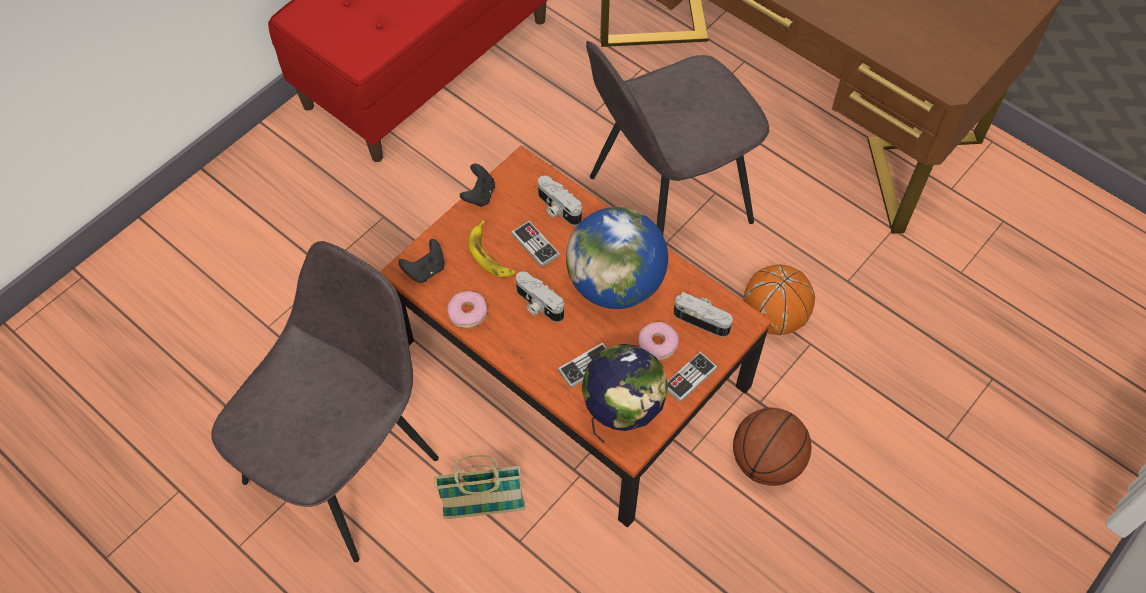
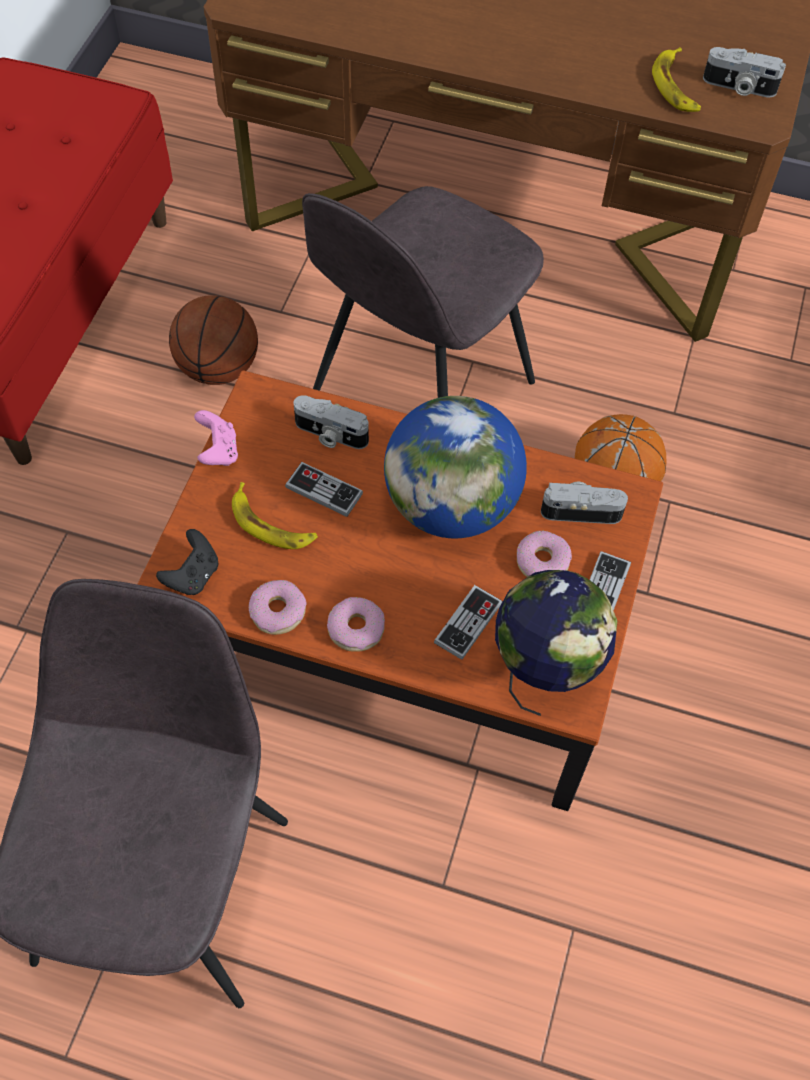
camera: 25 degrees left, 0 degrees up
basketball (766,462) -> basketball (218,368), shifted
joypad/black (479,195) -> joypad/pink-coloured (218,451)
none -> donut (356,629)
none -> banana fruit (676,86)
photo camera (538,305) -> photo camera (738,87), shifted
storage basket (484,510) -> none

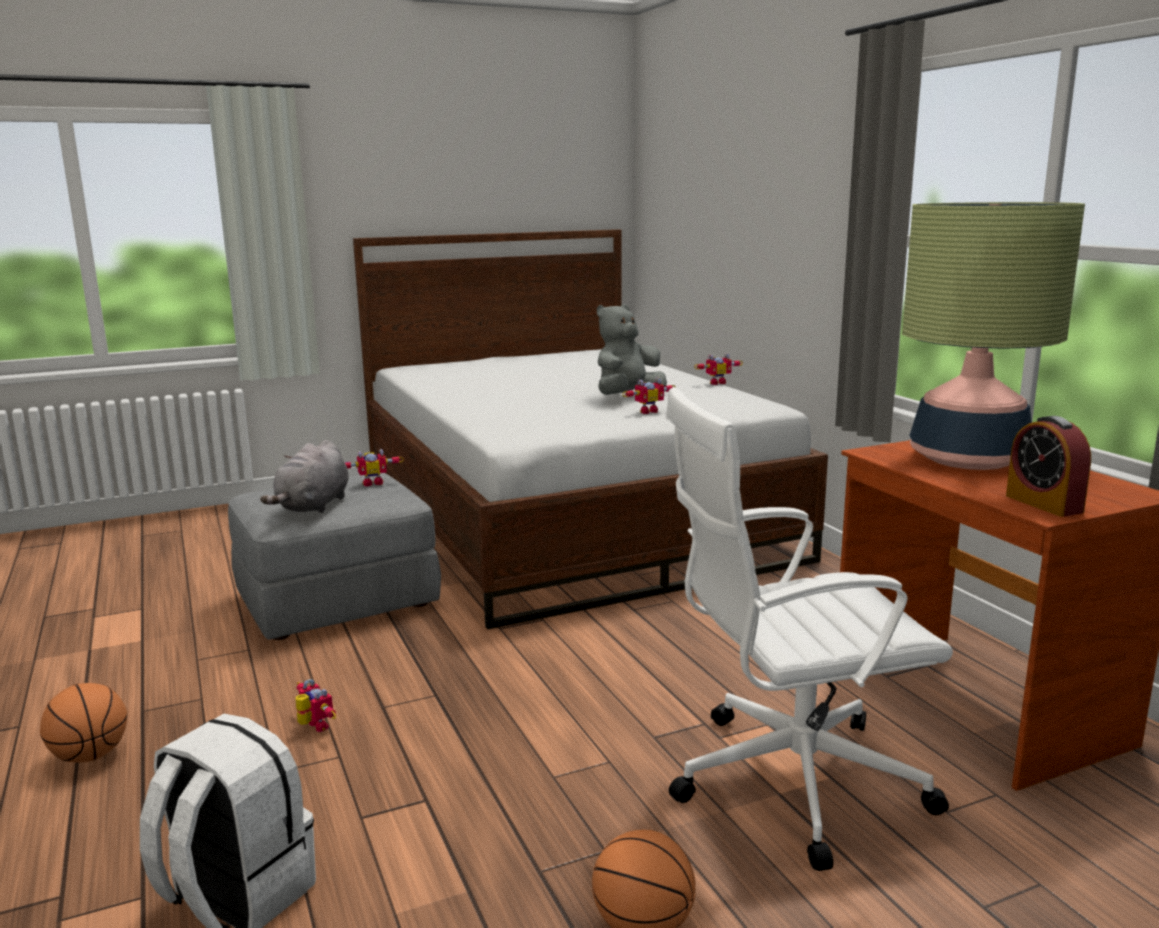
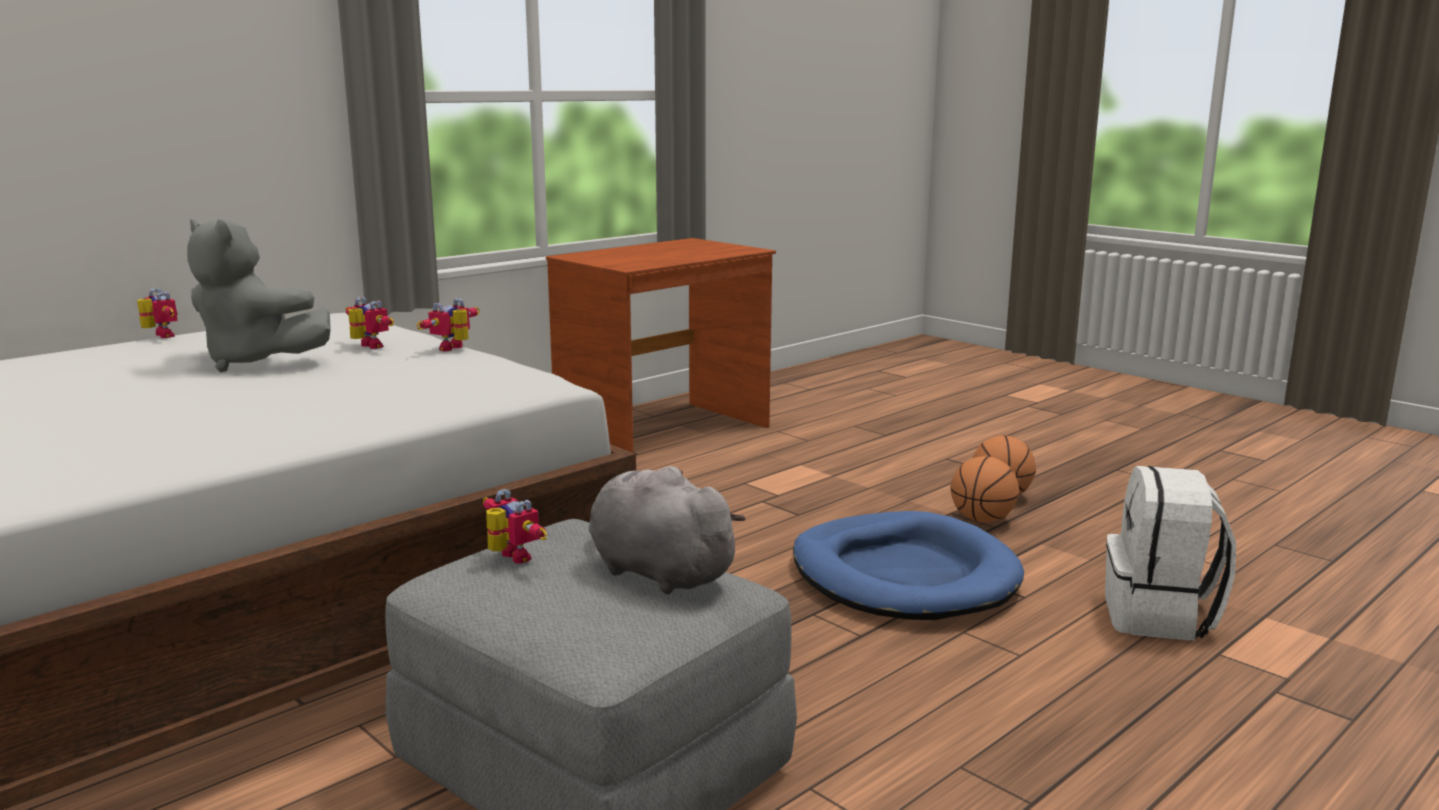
camera: 110 degrees left, 0 degrees up
model robot (313,727) -> model robot (455,349), shifted
cuddly toy/greyish (313,506) -> cuddly toy/greyish (657,572), 135 degrees counterclockwise
none -> dog bed/blue (903,575)
basketball (90,756) -> basketball (982,520), shifted
office chair/white-coloured (790,781) -> none
tabletop lamp (968,458) -> none
table clock (1043,504) -> none

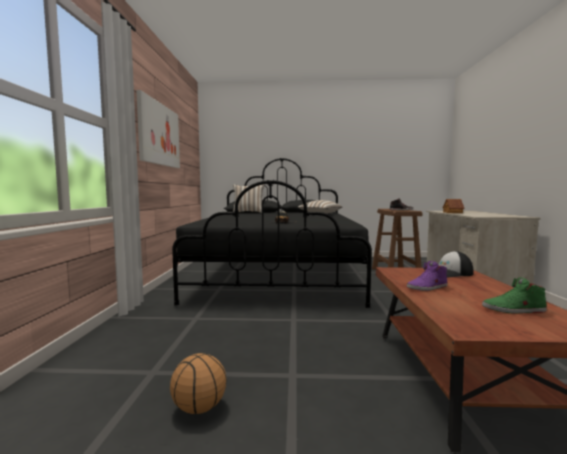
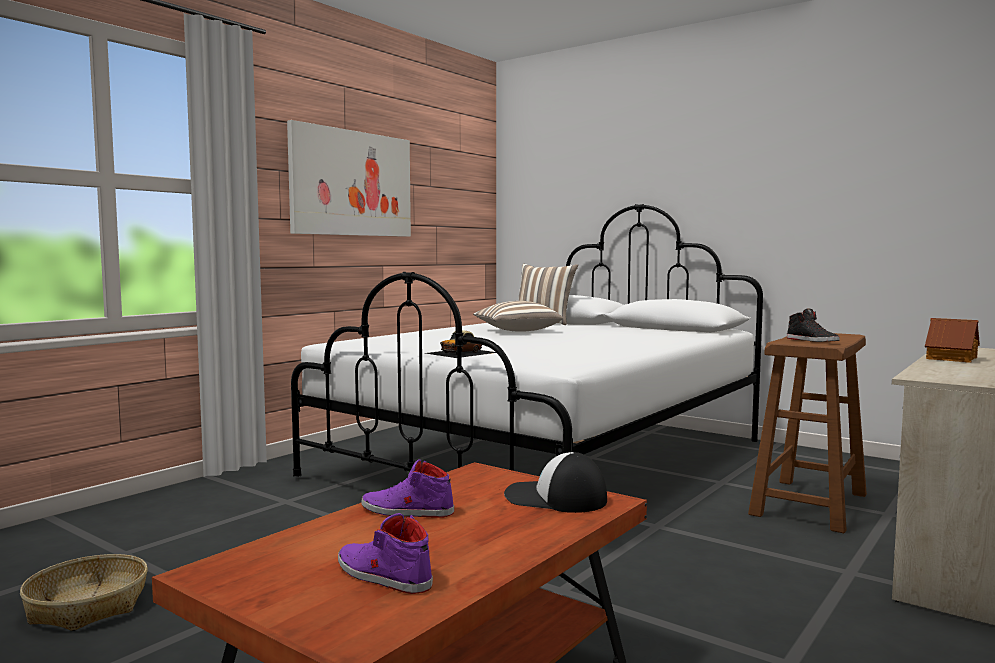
camera: 35 degrees right, 0 degrees up
basketball (198,408) -> storage basket (87,606)
bedroom bed/black (278,275) -> bedroom bed/white-coloured (547,458)
item of footwear/green (514,310) -> item of footwear/purplish (382,576)
pillow (319,214) -> pillow (516,331), shifted

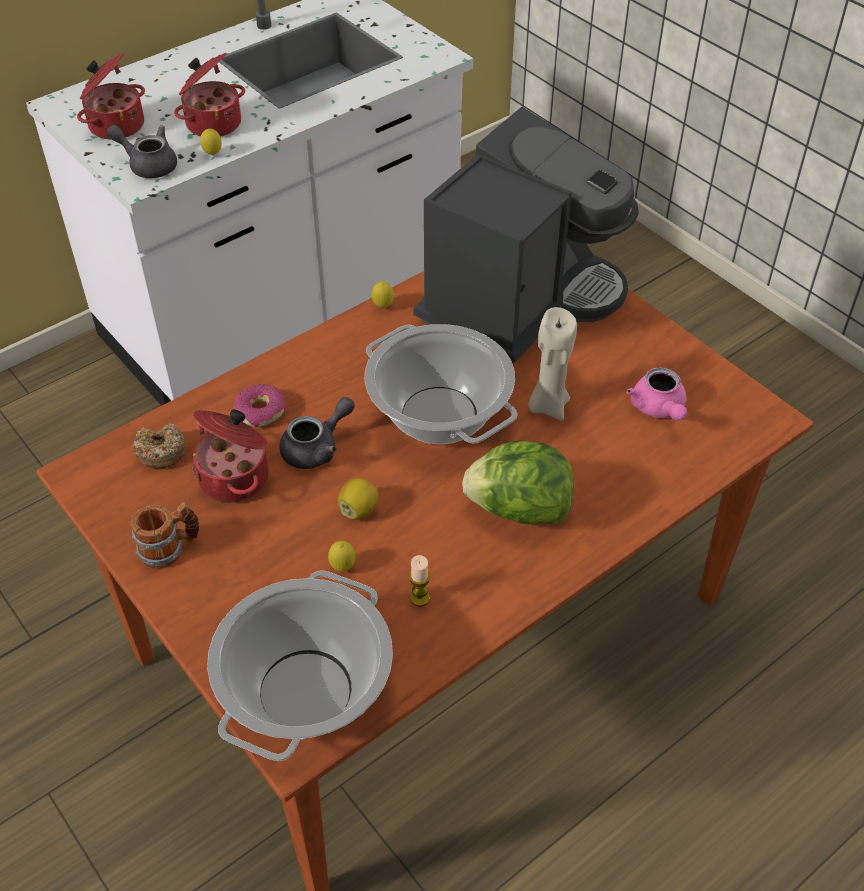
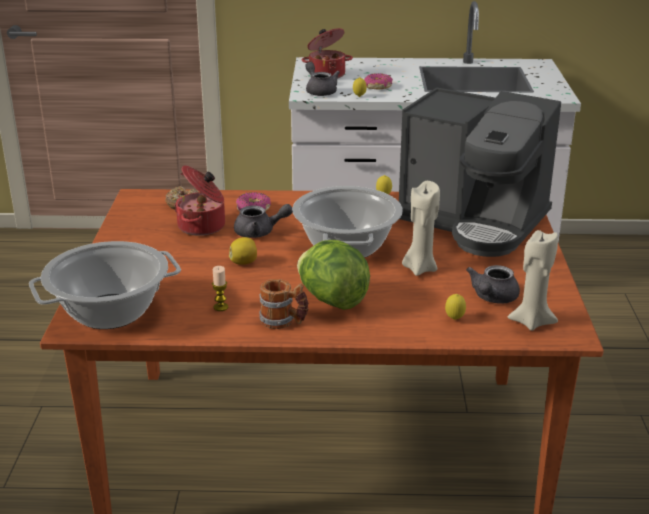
camera: 40 degrees right, 20 degrees down
mug (170,548) -> mug (283,322), shifted
cooking pot (213,123) -> donut (378,86)
coffee brewer (520,299) -> coffee brewer (474,222), 45 degrees clockwise
citrus fruit (342,568) -> citrus fruit (454,319), shifted
tea pot/pink-coloured (659,409) -> tea pot/greyish (492,298)
none -> candle/sand-coloured (531,321)

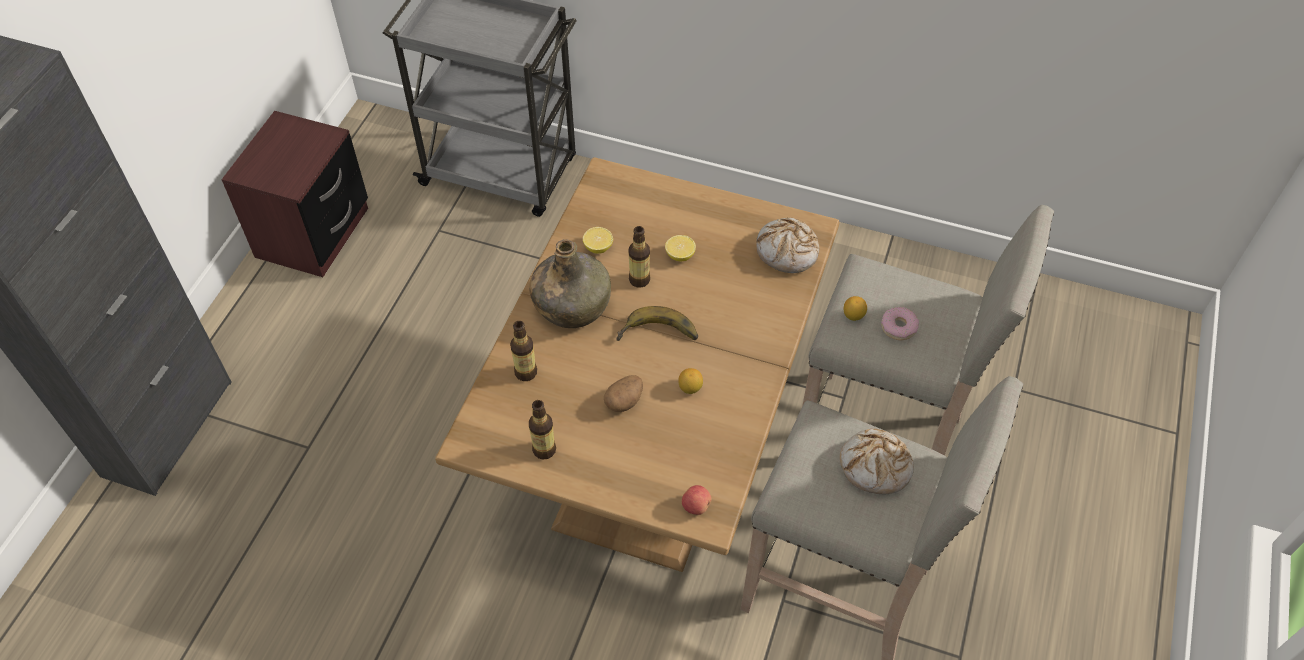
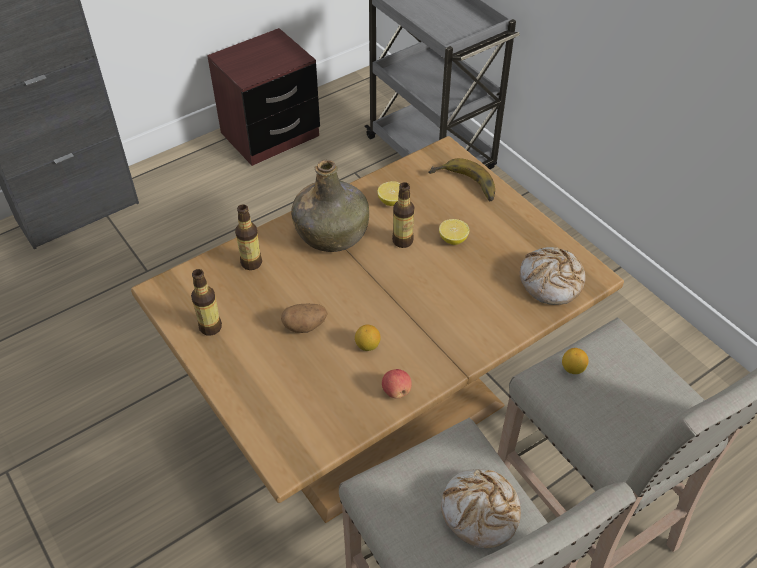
camera: 35 degrees right, 5 degrees down
apple (695,506) -> apple (396,391), shifted
banana fruit (658,336) -> banana fruit (463,186), shifted
donut (898,327) -> none

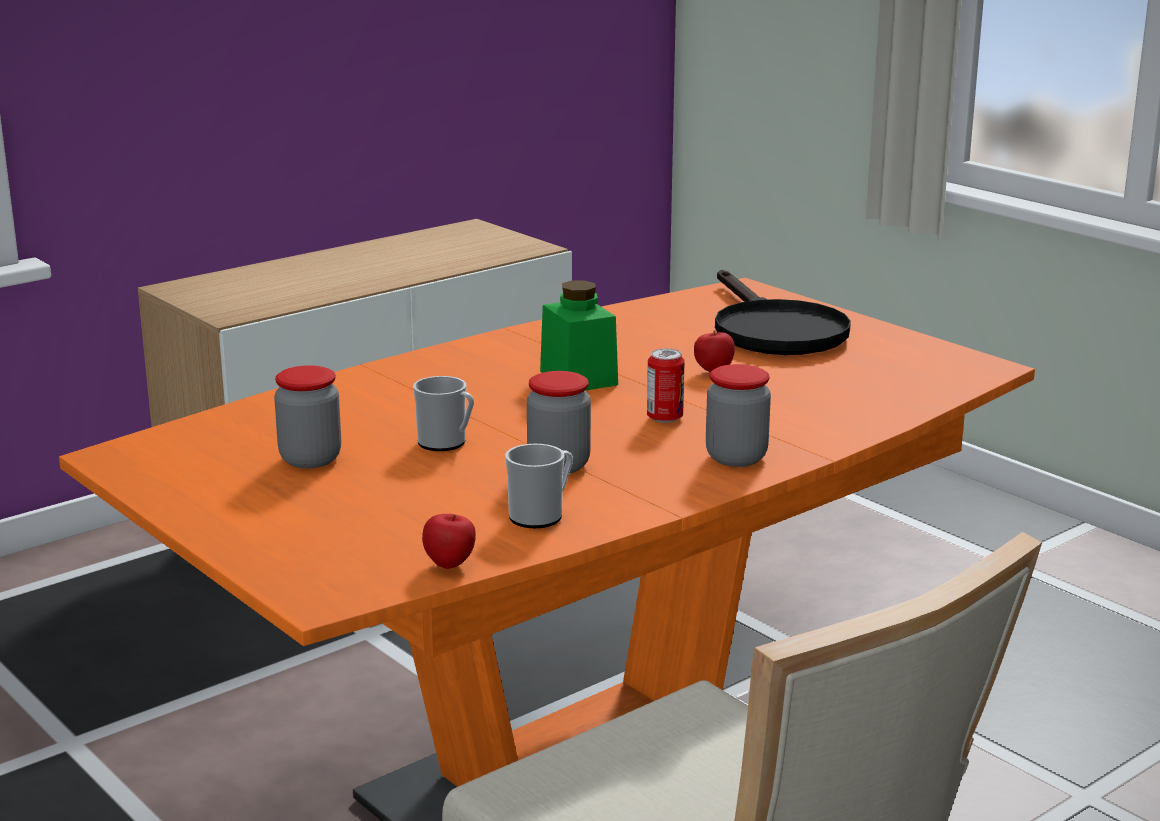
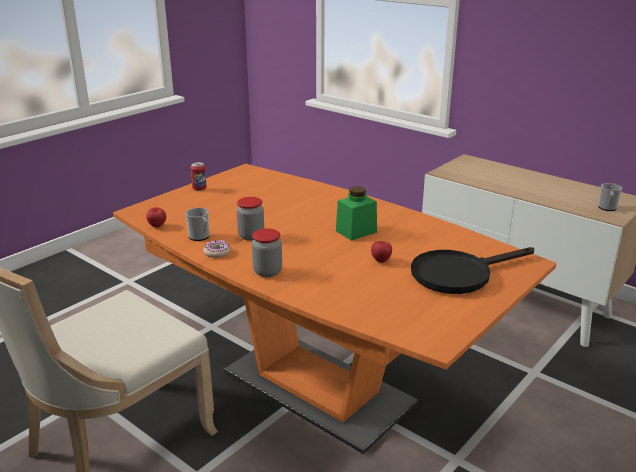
camera: 80 degrees right, 5 degrees up
can (664,418) -> can (199,189), shifted
none -> donut (217,252)
mug (446,443) -> mug (607,208), shifted
preserve jar (310,459) -> none

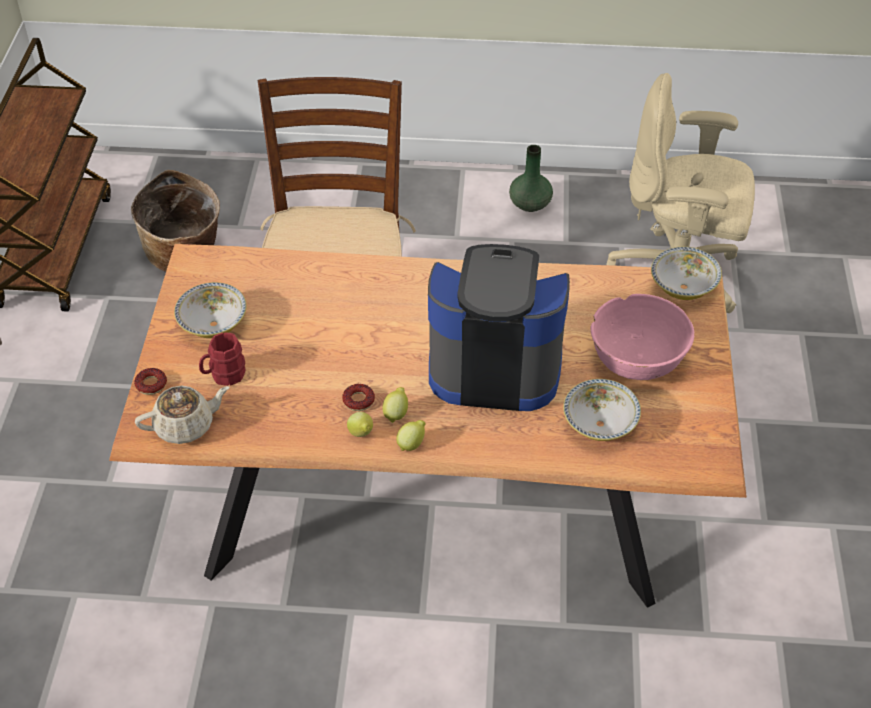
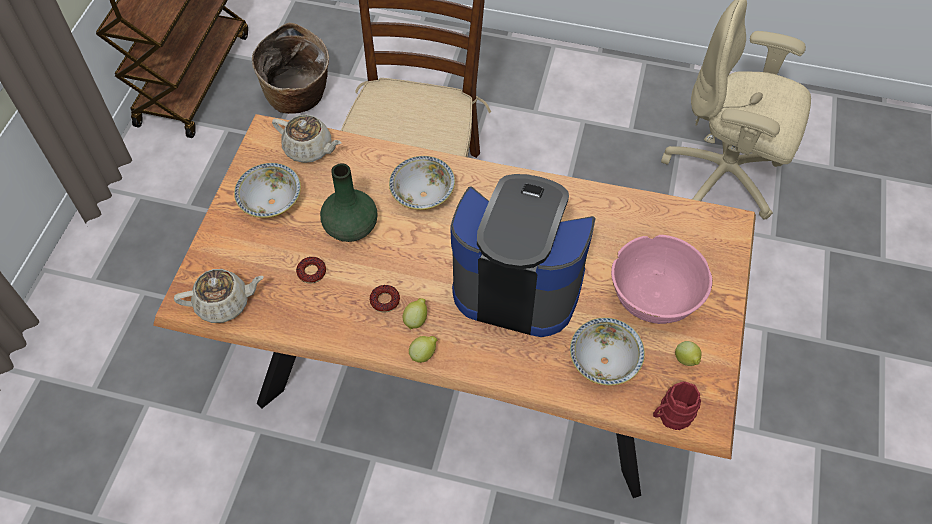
camera: 10 degrees right, 10 degrees up
none -> tea pot/sand-coloured (309,149)
donut (151,384) -> donut (311,272), shifted
flower vase/green (530,204) -> flower vase/green (351,227), shifted
bowl (683,288) -> bowl (422,195), shifted
mug/red-coloured (223,375) -> mug/red-coloured (671,416), shifted
citrus fruit (361,434) -> citrus fruit (686,360), shifted

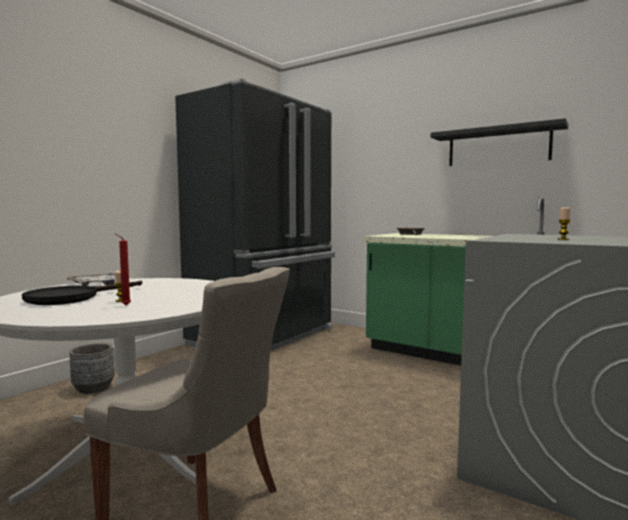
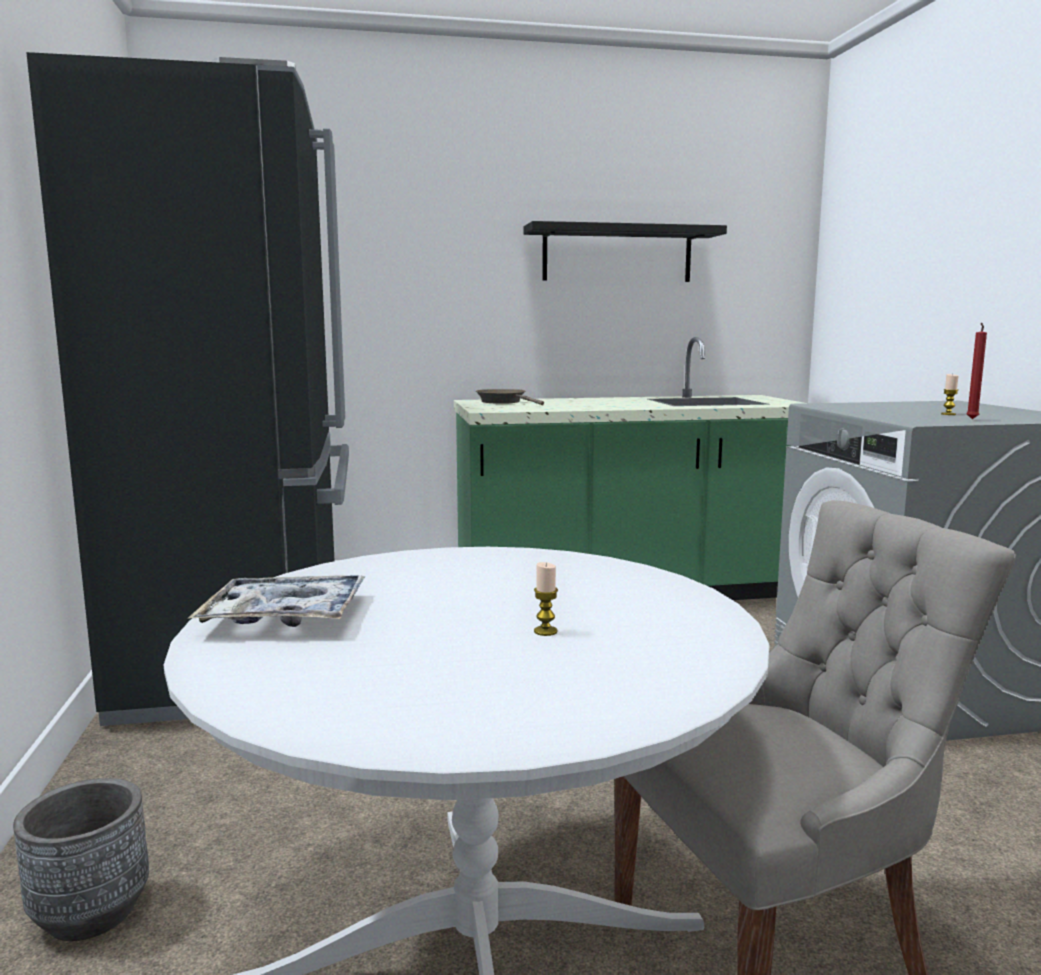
camera: 45 degrees left, 5 degrees up
candle/red-coloured (124,305) -> candle/red-coloured (971,419), shifted
frying pan/black (71,298) -> none

